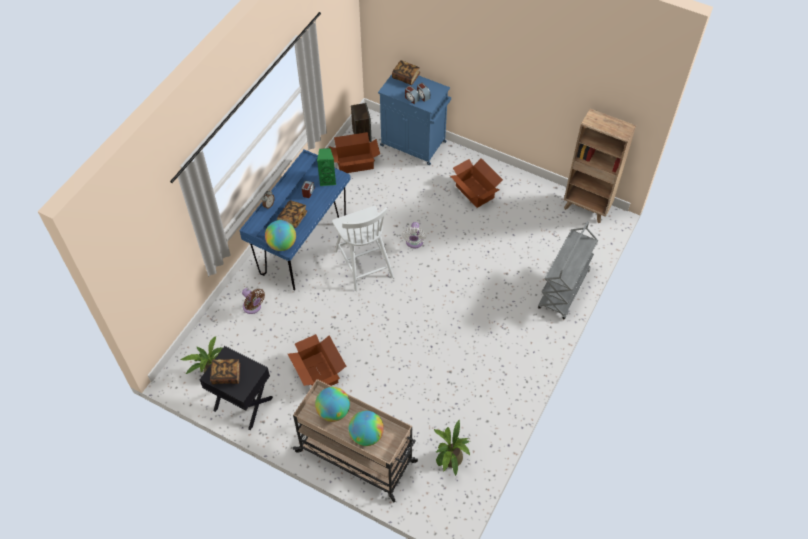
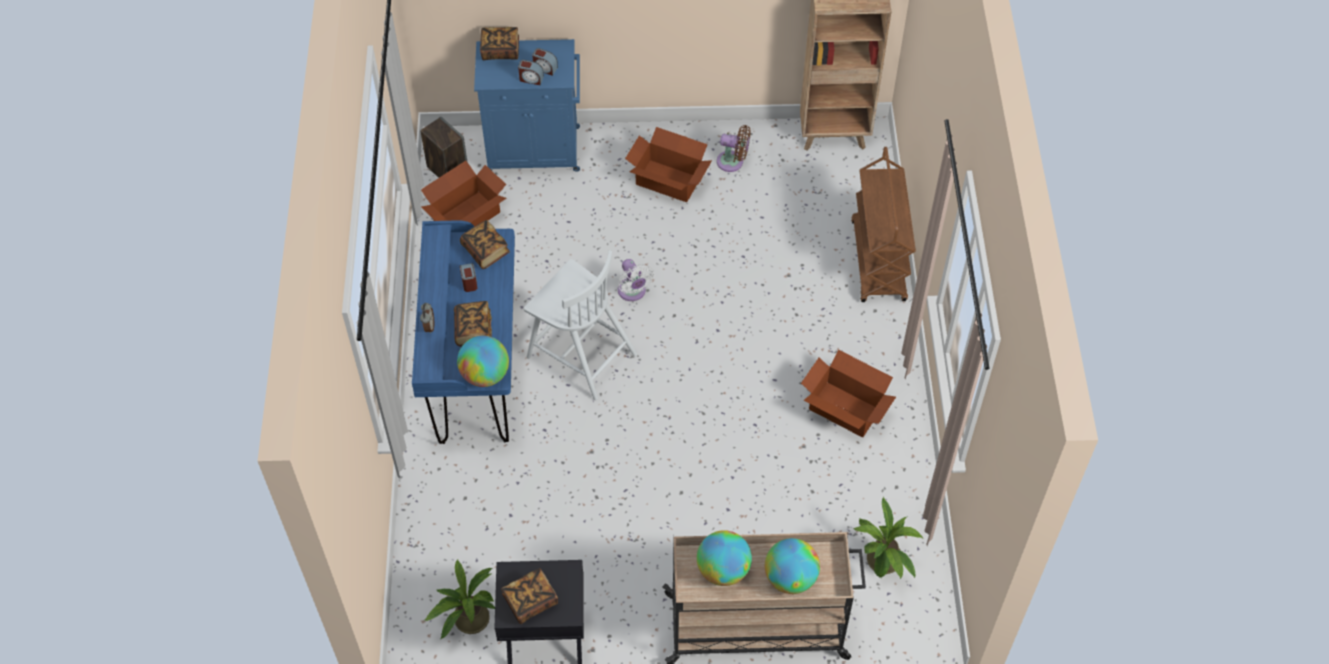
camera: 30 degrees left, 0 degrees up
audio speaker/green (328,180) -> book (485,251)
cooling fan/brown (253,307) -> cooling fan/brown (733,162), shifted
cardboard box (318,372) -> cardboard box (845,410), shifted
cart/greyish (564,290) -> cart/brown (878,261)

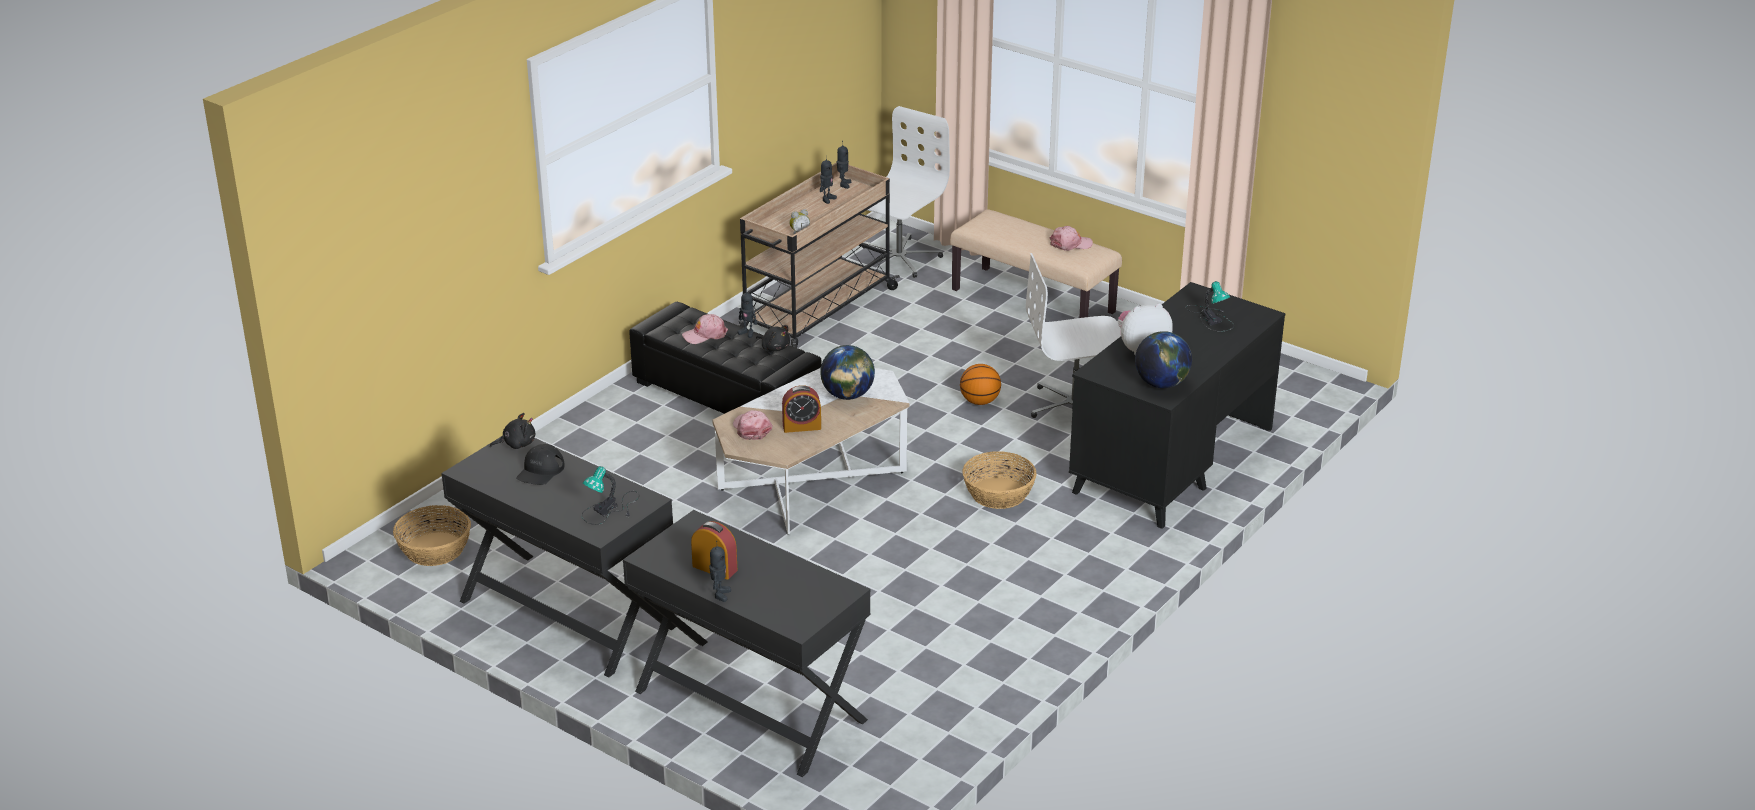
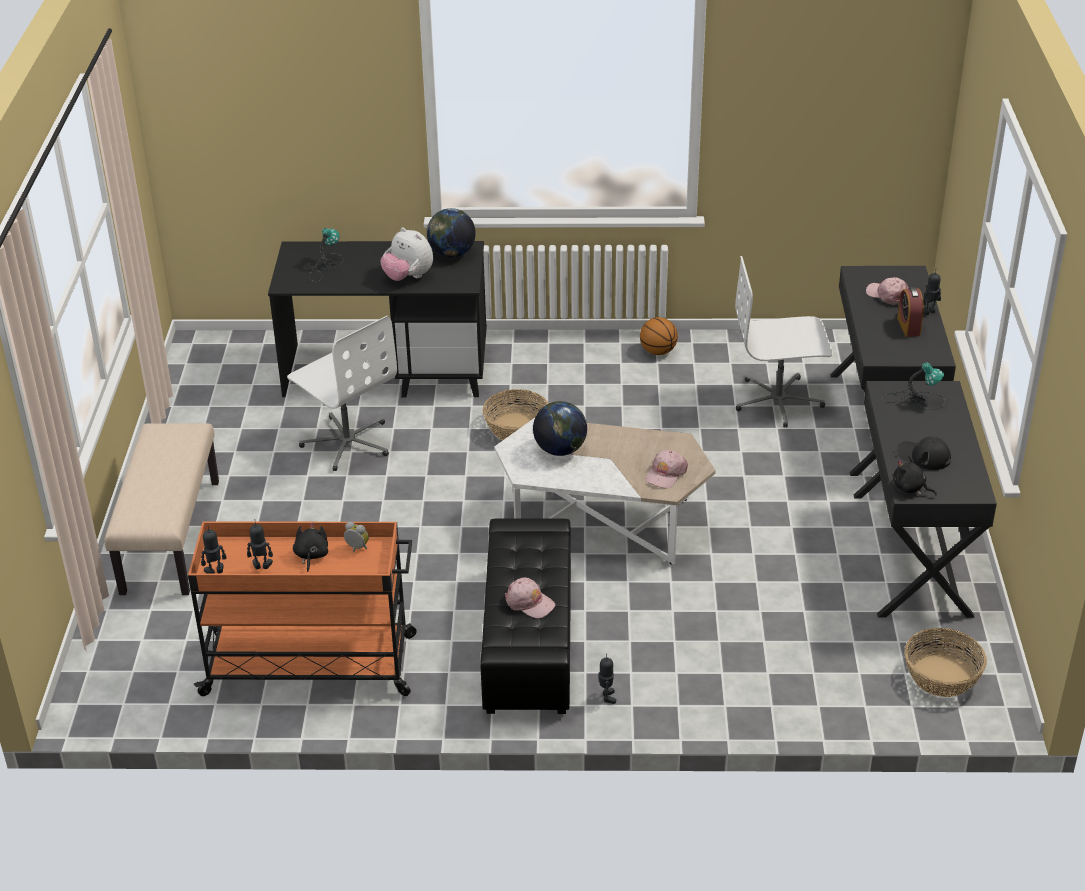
camera: 125 degrees left, 5 degrees up
cart/sand-coloured (816,312) -> cart/orange-coloured (312,665)
cuddly toy/black (774,347) -> cuddly toy/black (311,556), shifted
model robot (747,333) -> model robot (607,697), shifted
basketball (980,402) -> basketball (658,351), shifted
office chair/white-coloured (898,258) -> office chair/white-coloured (778,401), shifted
baseball cap/pink-coloured (1070,244) -> baseball cap/pink-coloured (887,295), shifted
baseball cap/black (540,471) -> baseball cap/black (923,456), 135 degrees counterclockwise
table clock (801,426) -> none

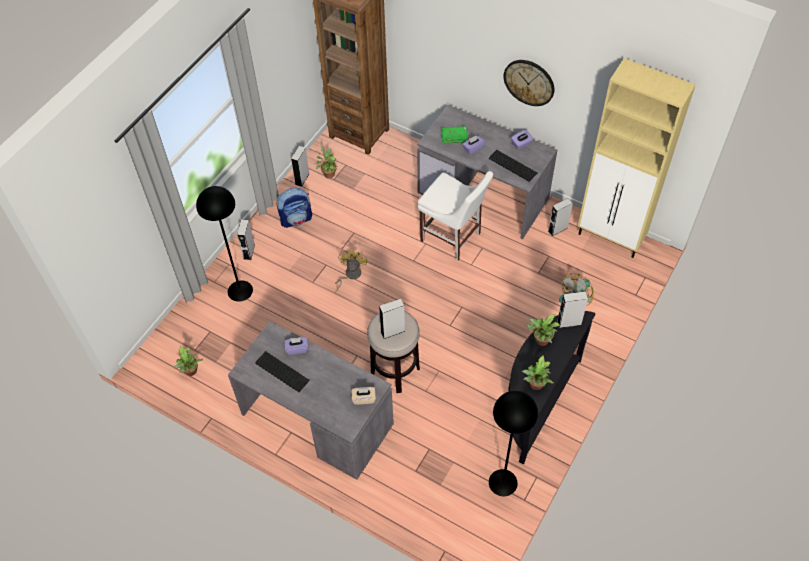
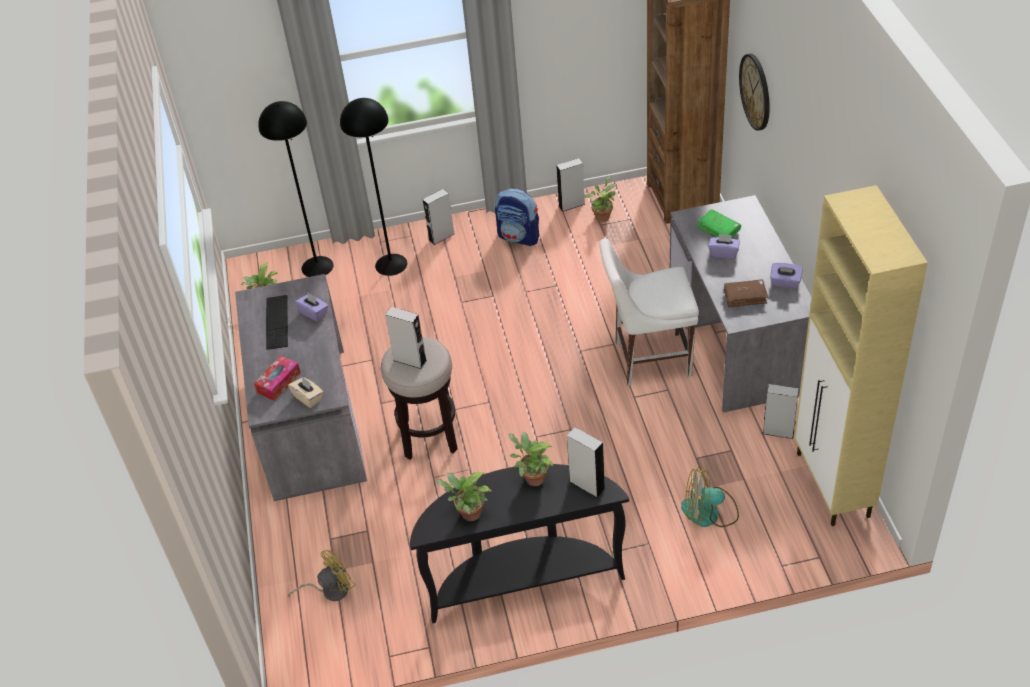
camera: 50 degrees right, 10 degrees down
none -> tissue box (278,382)
standard lamp/black (503,483) -> standard lamp/black (317,267), shifted
cooling fan/yellow (350,275) -> cooling fan/yellow (330,590), shifted
plain chair/white-coloured (453,238) -> plain chair/white-coloured (648,359), 90 degrees clockwise
computer keyboard (512,165) -> book/brown (745,297)
wall clock (529,82) -> wall clock (756,91), shifted

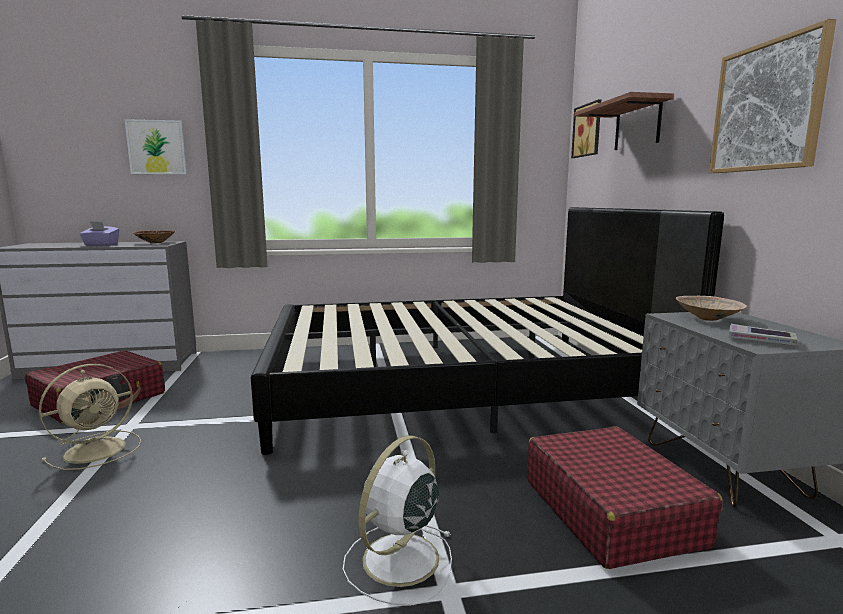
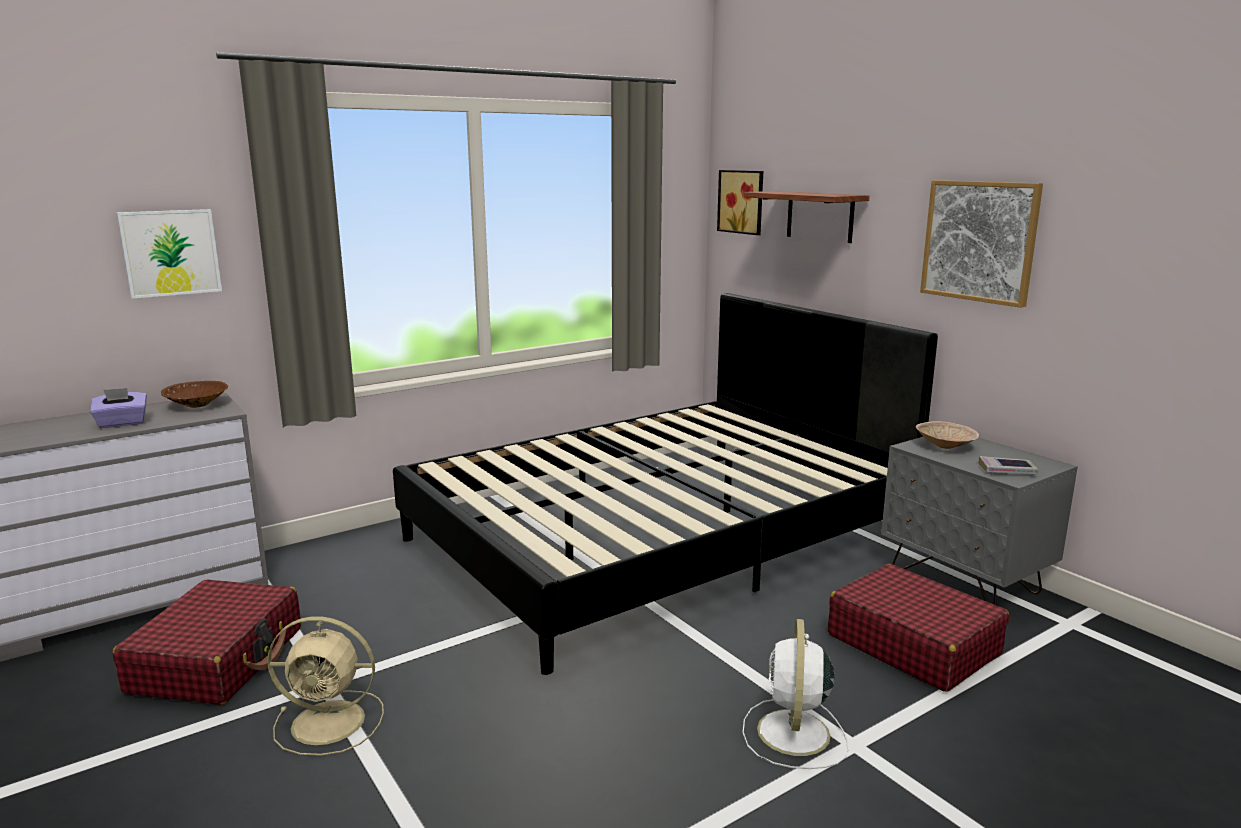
camera: 25 degrees left, 5 degrees up
cooling fan/sand-coloured (98,449) -> cooling fan/sand-coloured (331,722), 75 degrees clockwise

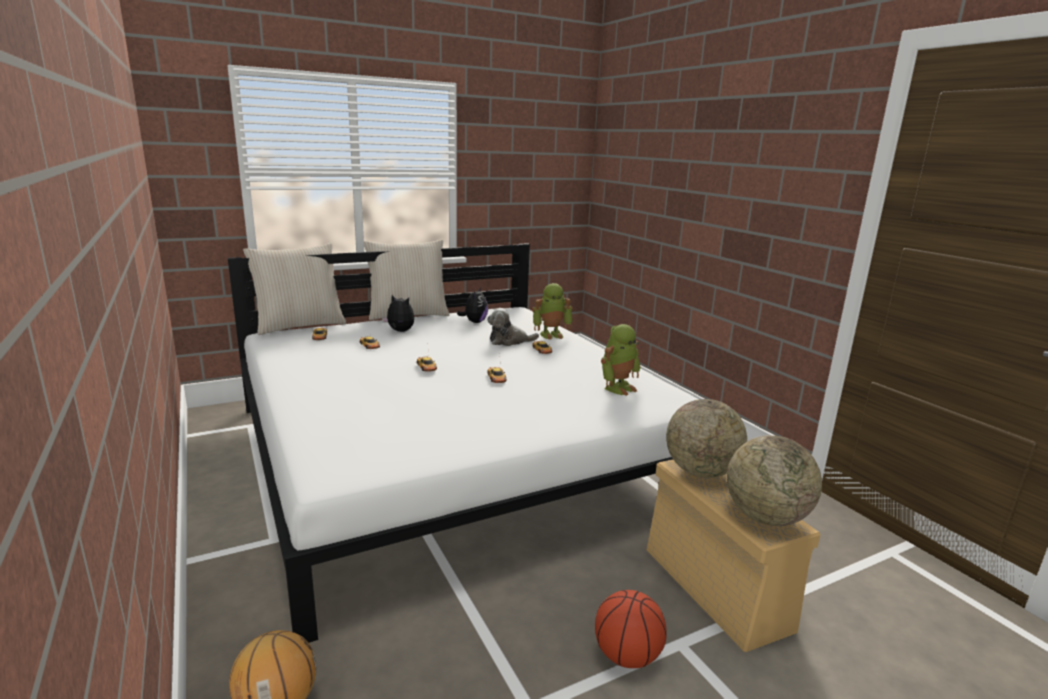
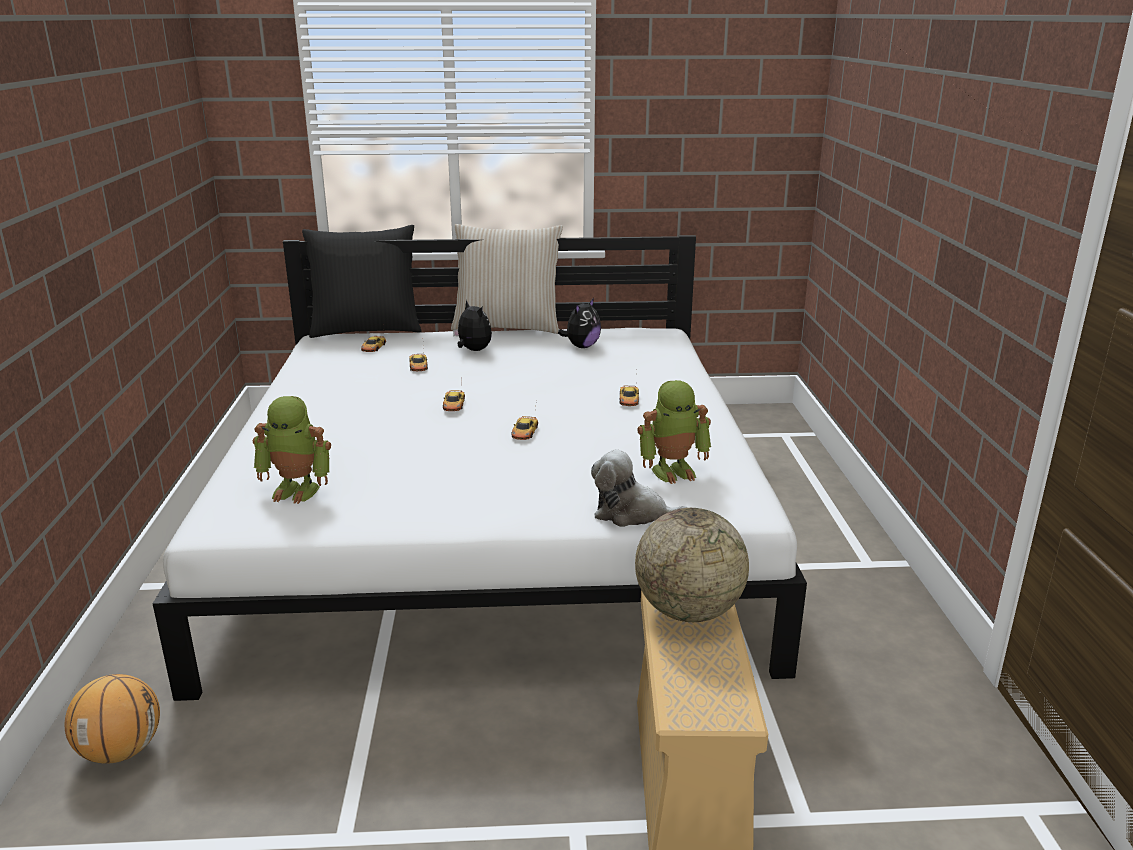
camera: 25 degrees right, 5 degrees up
model robot (551,335) -> model robot (297,490), shifted
pillow/sand-coloured (299,326) -> pillow/black (366,330)
cuddly toy (509,341) -> cuddly toy (632,513), shifted
basketball (627,656) -> none
globe (765,517) -> none

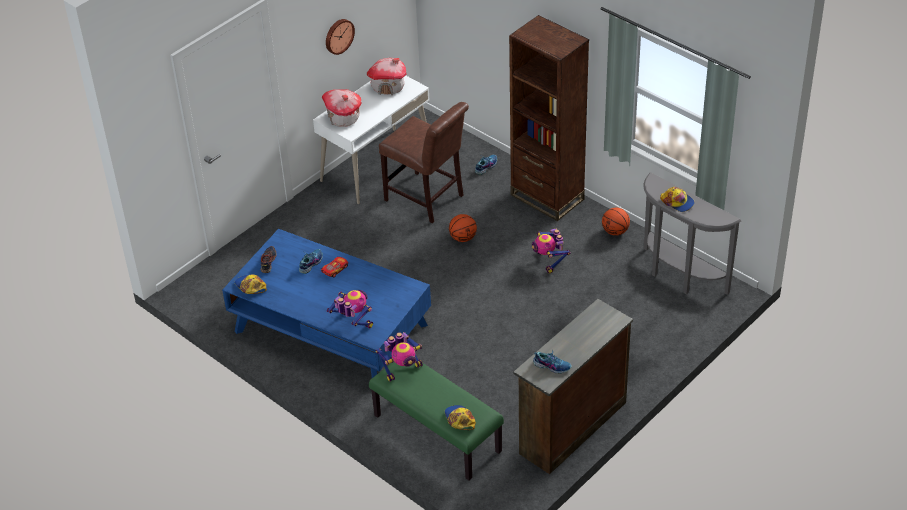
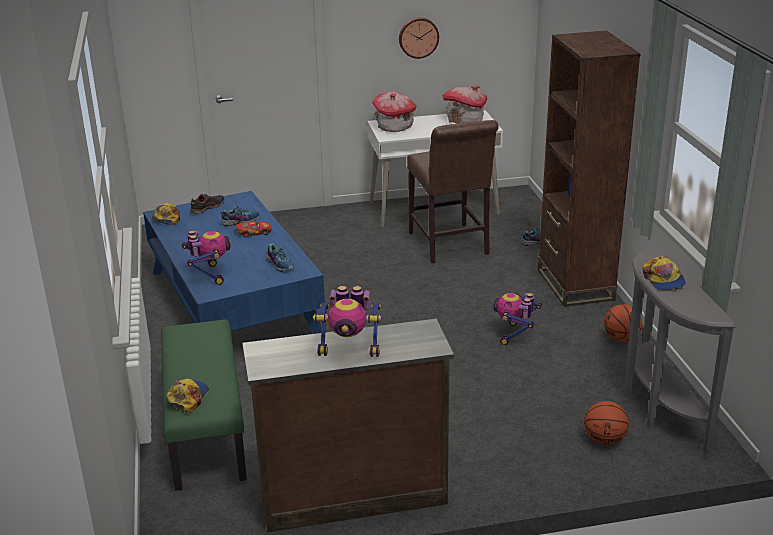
camera: 35 degrees right, 15 degrees down
item of footwear (552,366) -> item of footwear (280,264), shifted
model robot (402,369) -> model robot (349,350), shifted
basketball (463,238) -> basketball (604,440), shifted

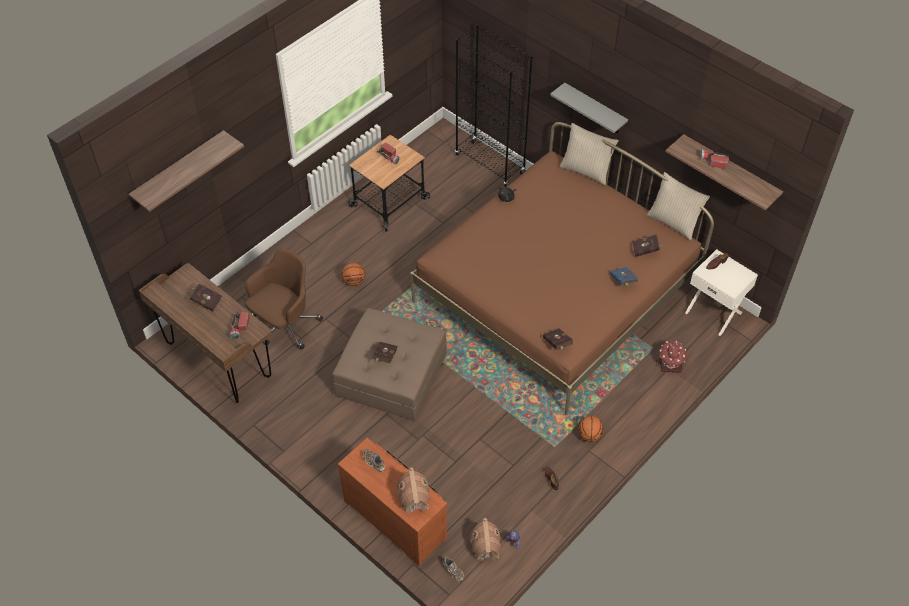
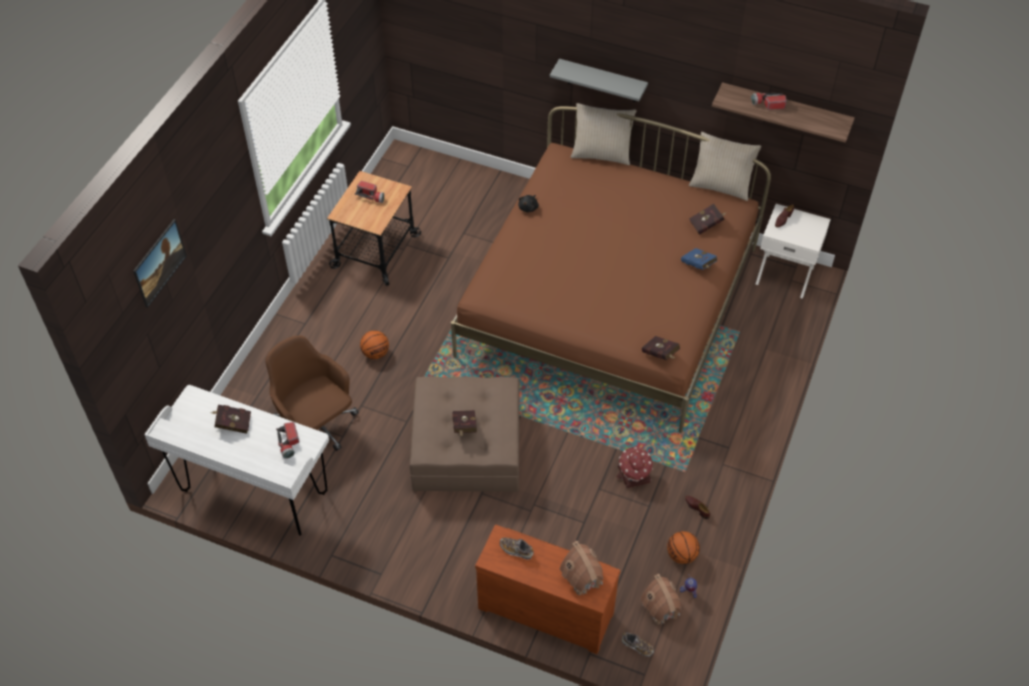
camera: 20 degrees left, 0 degrees up
wall shelf (179,170) -> wall picture (162,272)
desk table/brown (218,361) -> desk table/white-coloured (254,493)
office chair/brown (284,325) -> office chair/brown (316,427), 60 degrees counterclockwise
toy house (670,363) -> toy house (634,475), shifted
basketball (589,435) -> basketball (681,555), shifted
bookshelf/black (490,164) -> none

